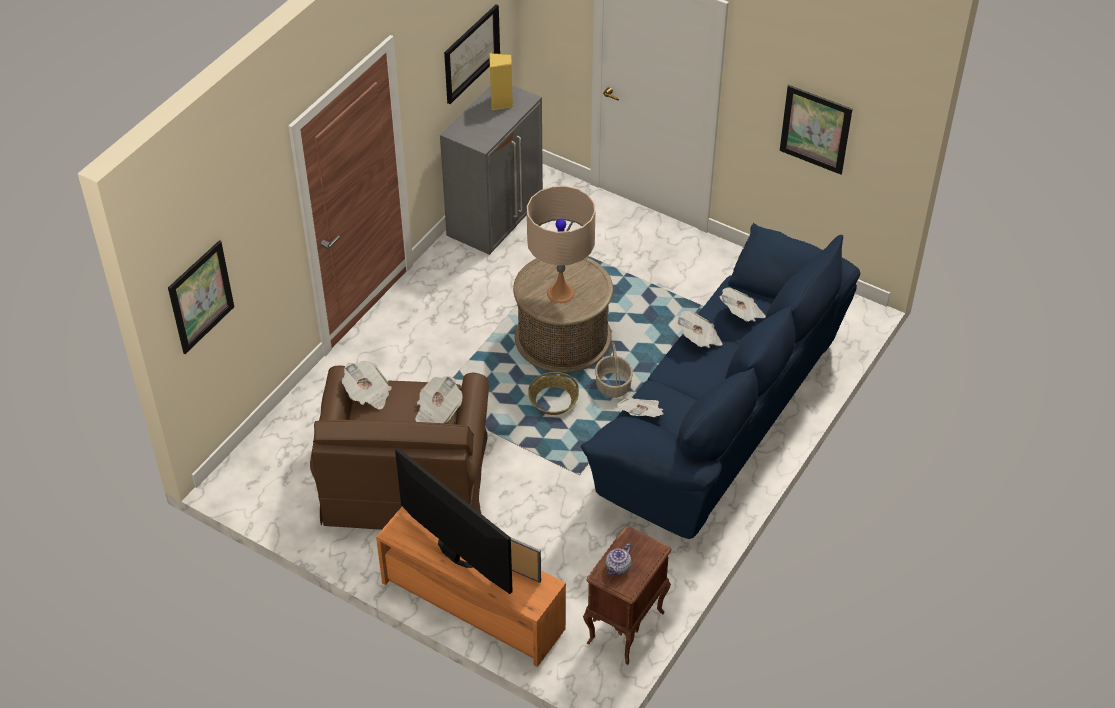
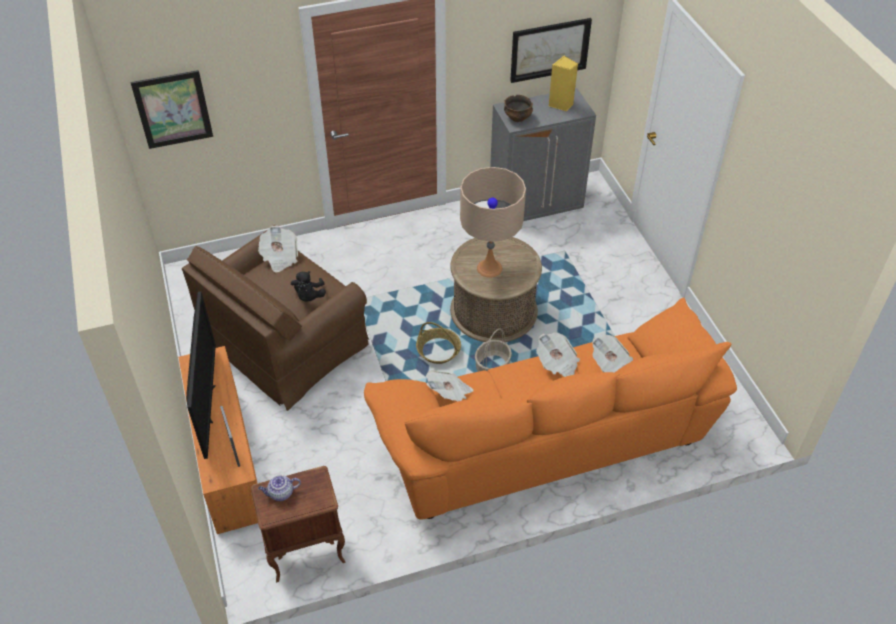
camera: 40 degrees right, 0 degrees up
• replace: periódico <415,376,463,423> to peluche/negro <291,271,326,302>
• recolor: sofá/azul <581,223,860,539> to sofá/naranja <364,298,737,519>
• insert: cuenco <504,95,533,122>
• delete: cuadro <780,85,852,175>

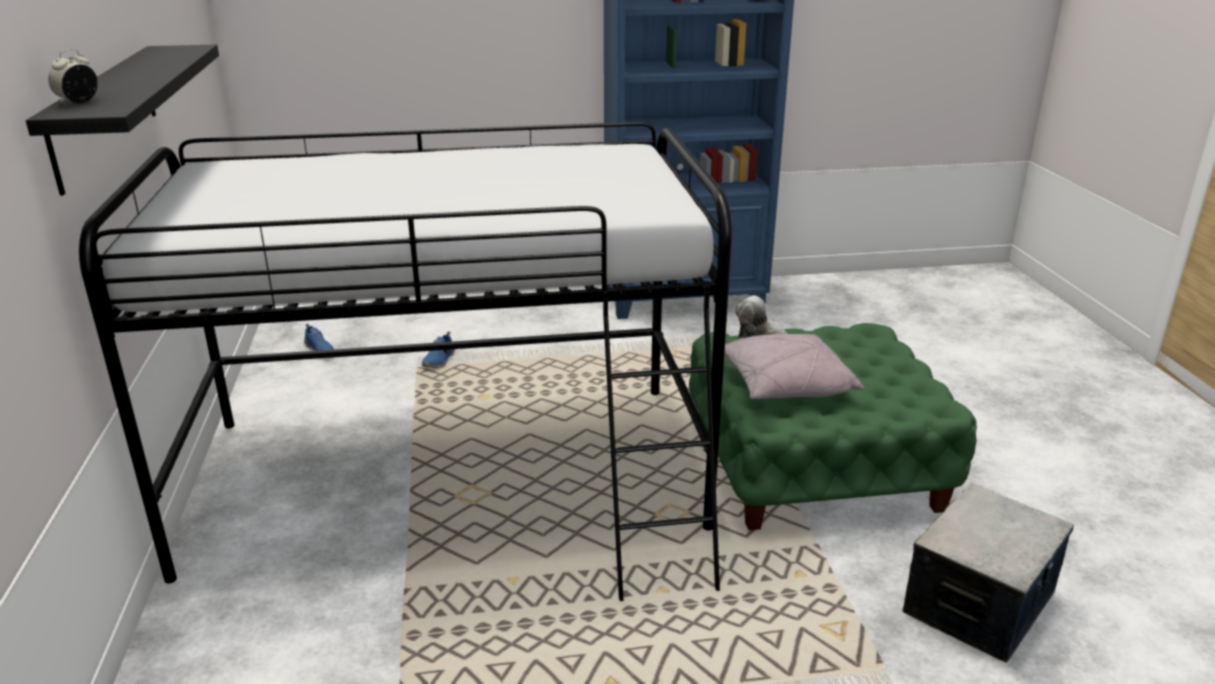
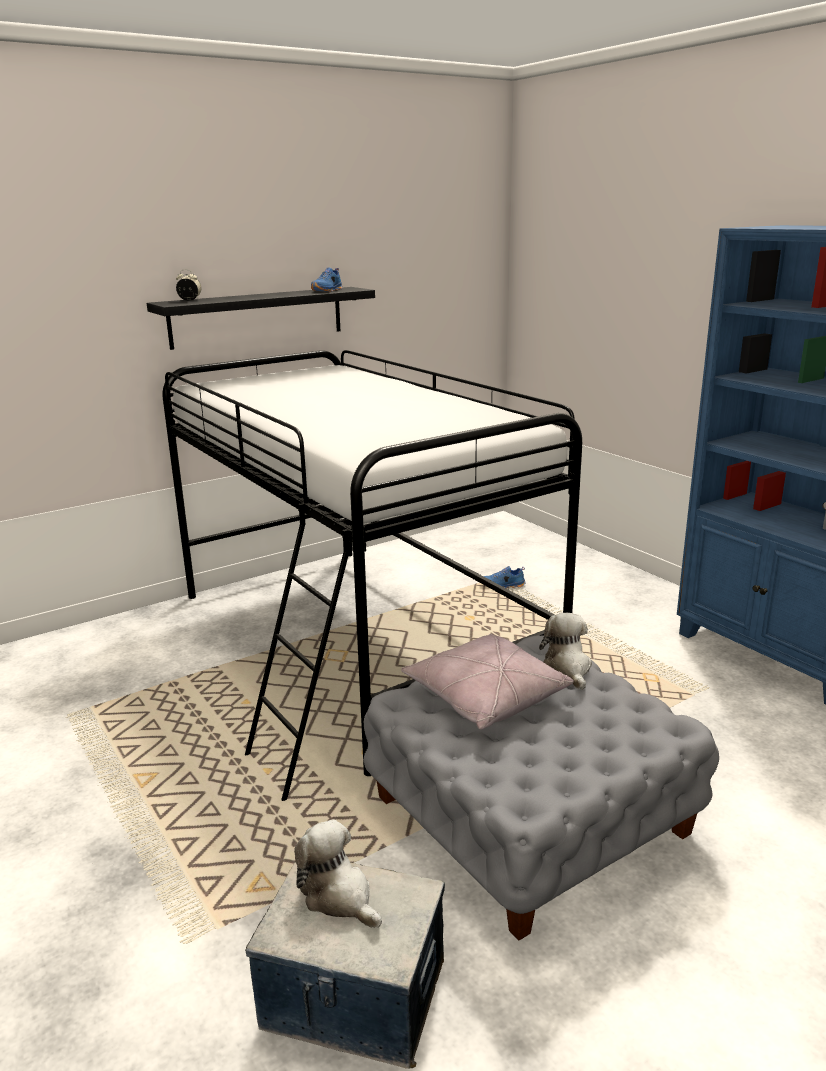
camera: 65 degrees right, 5 degrees down
• insert: peluche <294,819,382,928>
• move: zapato/azul <304,324,334,351> to <311,267,342,292>
• recolor: puf/verde <689,323,977,530> to puf/gris <364,635,719,940>

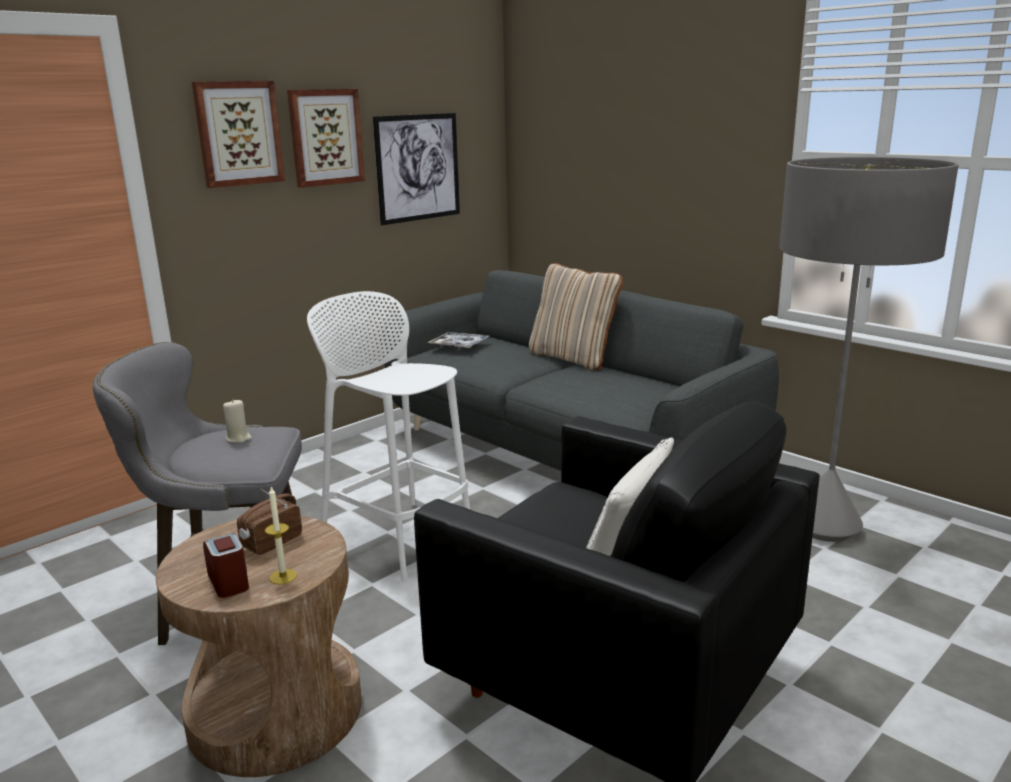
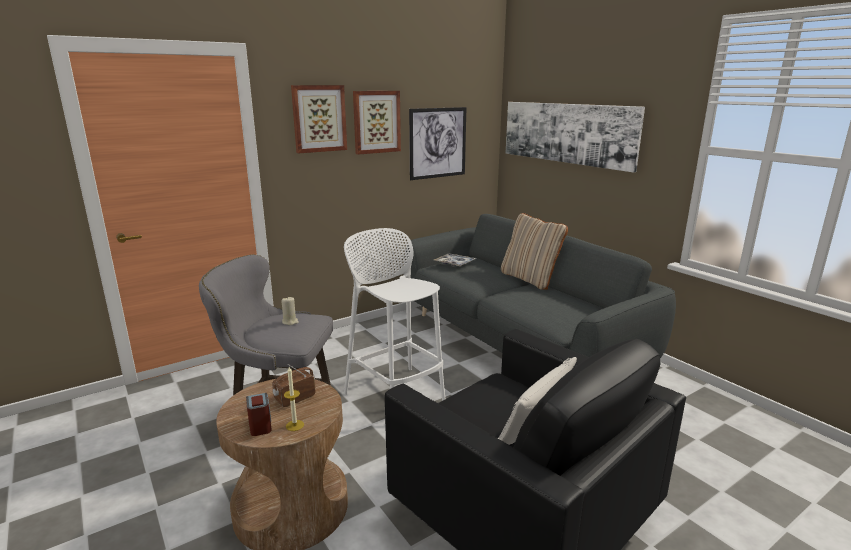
camera: 10 degrees right, 0 degrees up
• insert: cuadro <506,102,645,173>
• delete: lámpara de pie/gris <779,157,958,542>

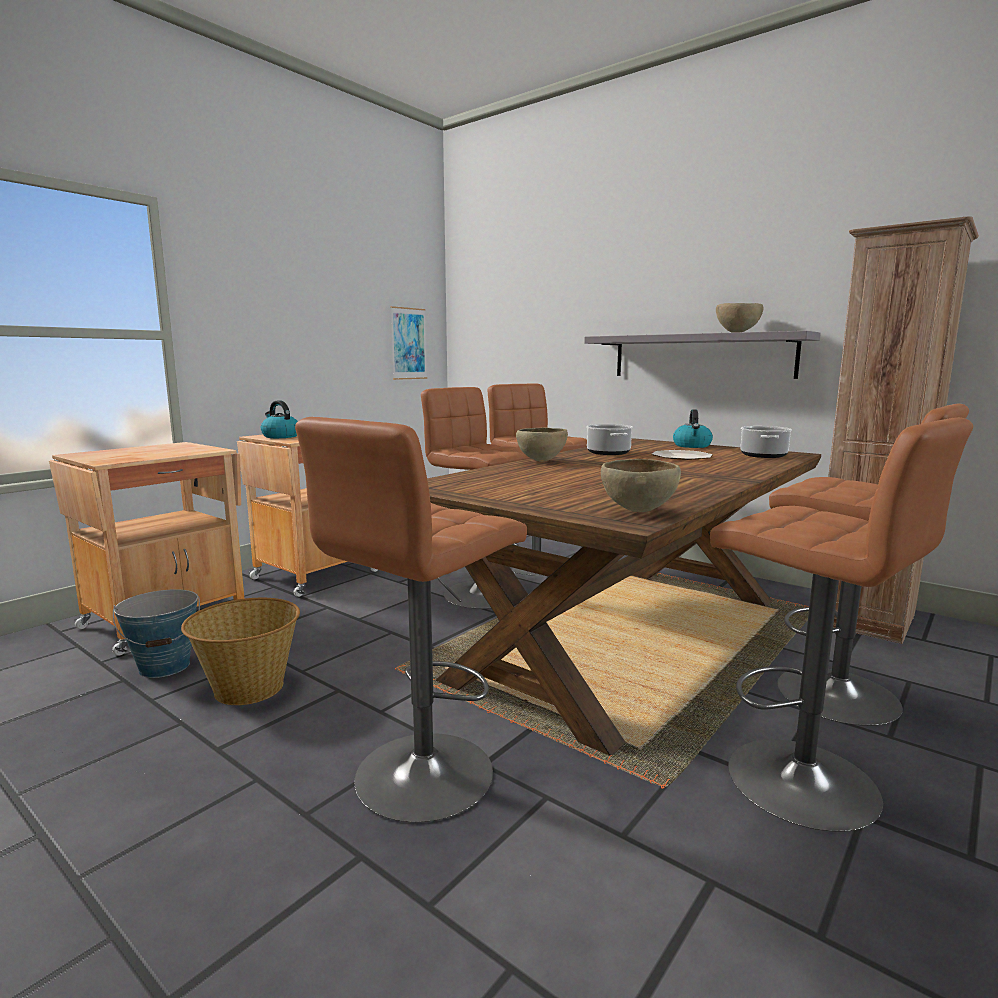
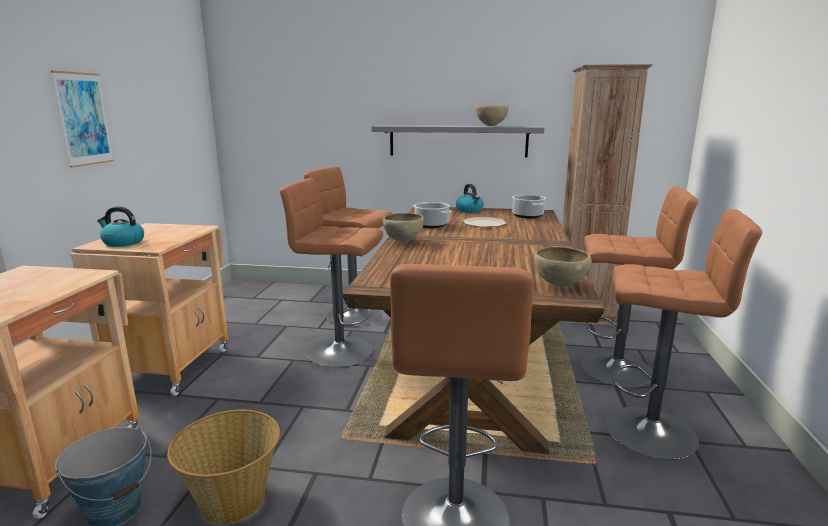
camera: 30 degrees left, 5 degrees up
• move: cuadro <390,306,427,380> to <51,71,114,168>

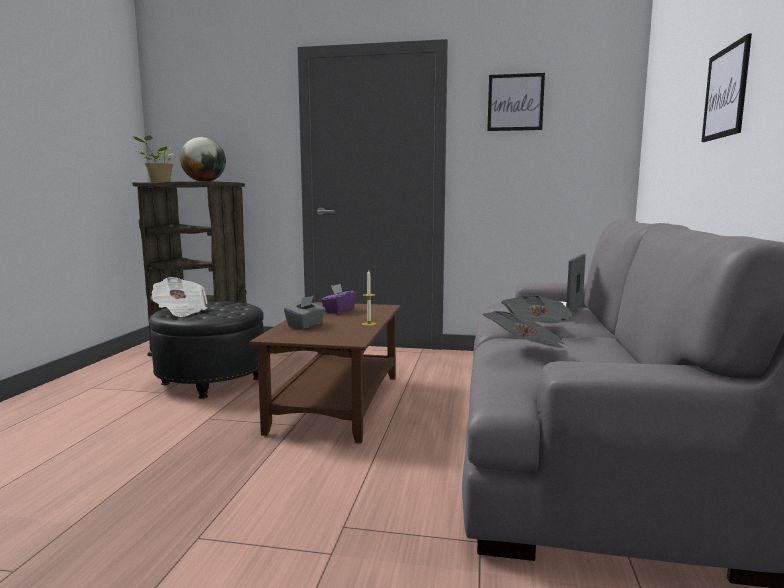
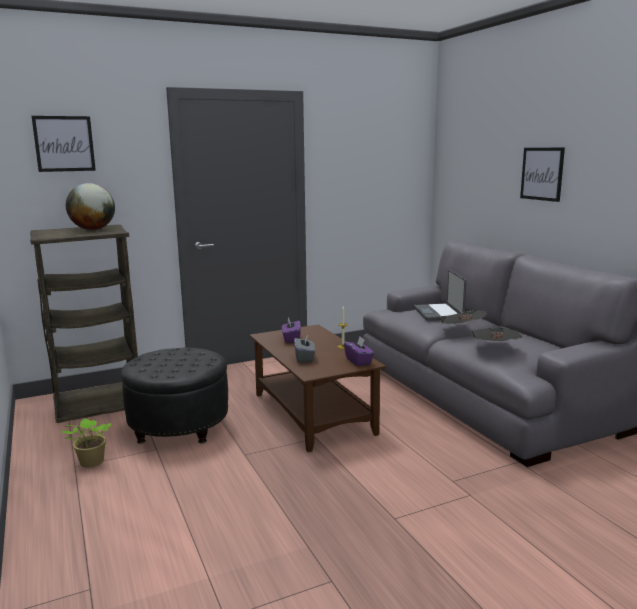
camera: 35 degrees left, 5 degrees up
• move: cuadro <487,73,545,131> to <32,116,96,172>
• move: planta en maceta <133,135,174,182> to <61,419,112,467>
• insert: caja de pañuelos/morado <344,336,374,366>
• delete: periódico <151,277,207,317>

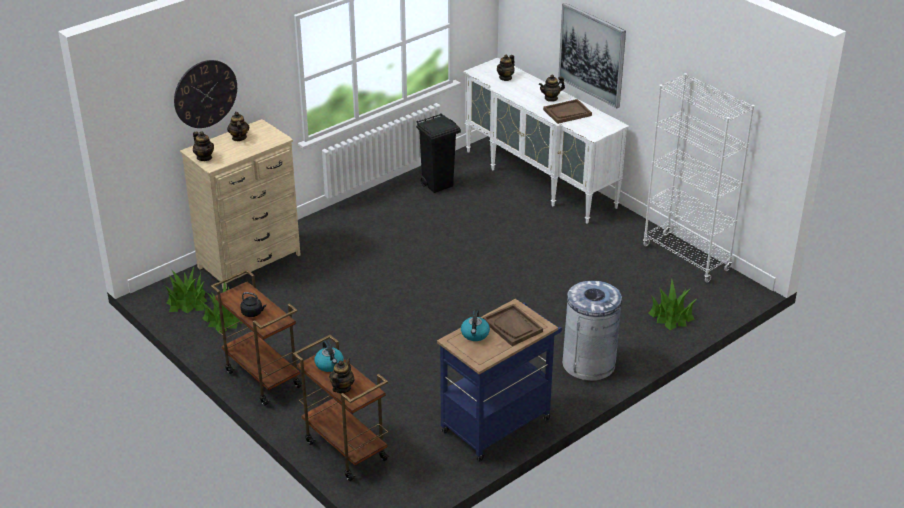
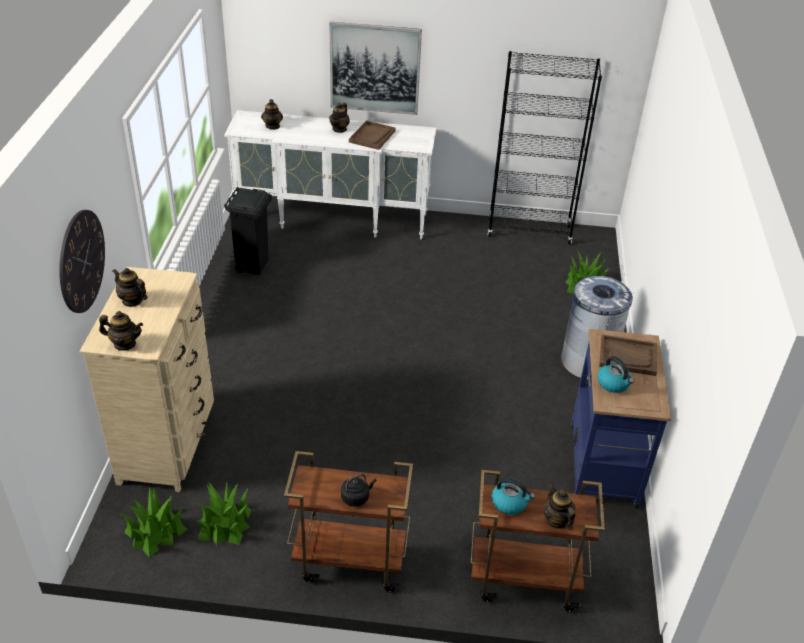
camera: 45 degrees left, 5 degrees up
• recolor: estantería/blanco <643,73,755,283> to estantería/negro <487,51,602,244>

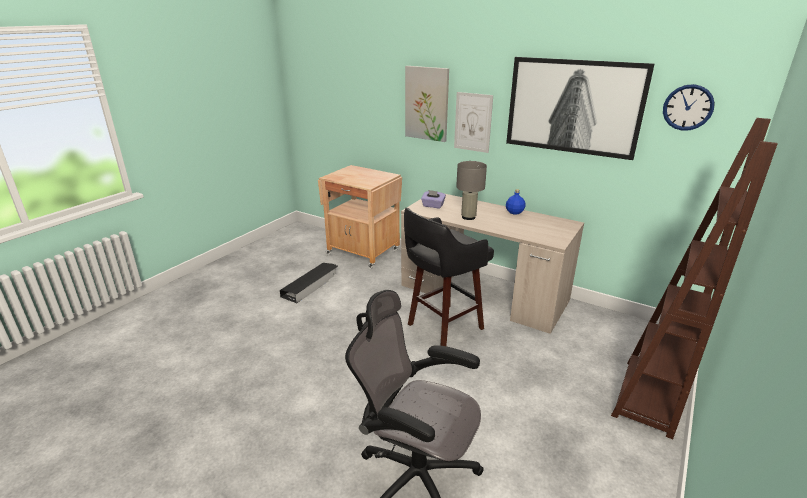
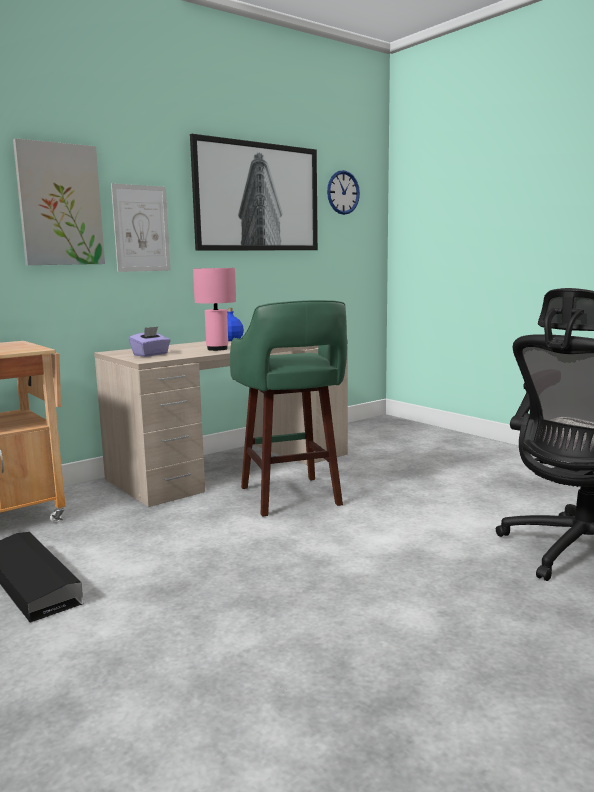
camera: 70 degrees left, 15 degrees down
• recolor: lámpara de mesa/gris <456,161,487,220> to lámpara de mesa/rosa <193,268,236,351>
• recolor: taburete/negro <404,208,494,346> to taburete/verde <230,300,347,517>
• delete: estantería/marrón <611,118,778,439>

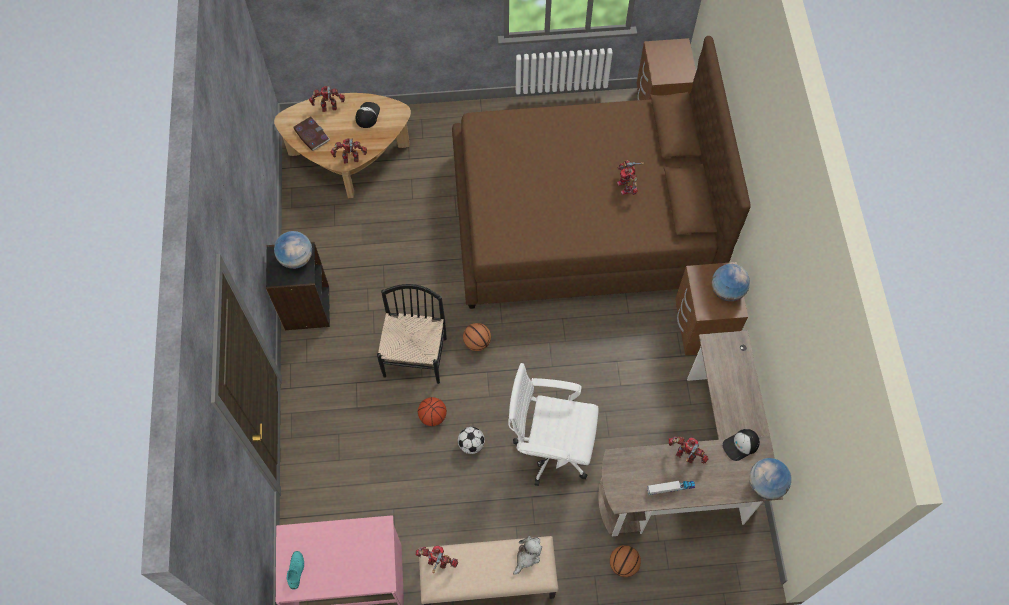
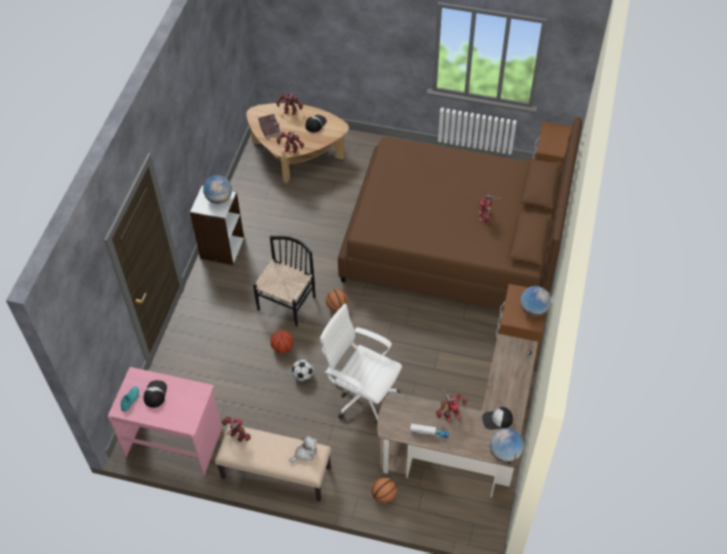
camera: 20 degrees right, 10 degrees down
• insert: gorra <144,380,167,408>
• recolor: estantería/negro <266,242,330,330> to estantería/blanco <190,185,244,265>
• rotate: robot de juguete <669,437,708,464> = <436,389,468,422> 105 degrees clockwise

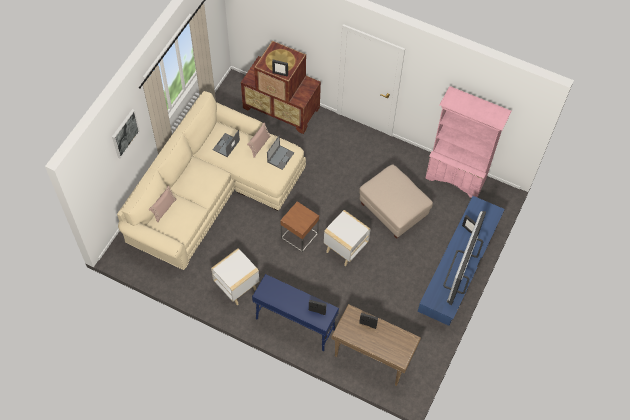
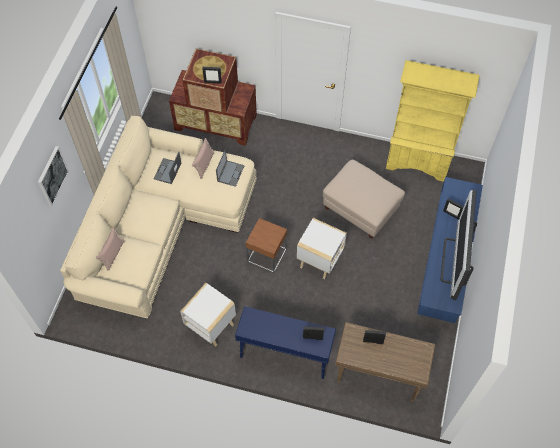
camera: 10 degrees left, 0 degrees up
• recolor: estantería/rosa <425,86,512,198> to estantería/amarillo <386,60,480,182>

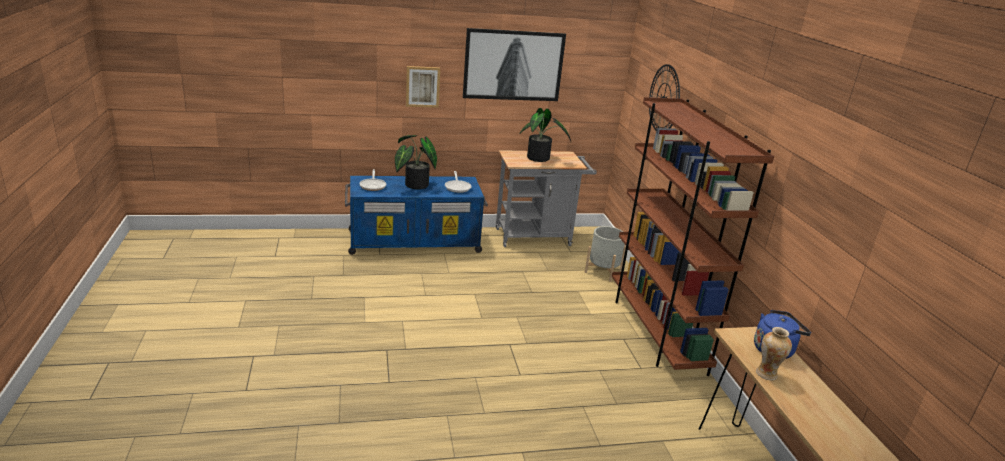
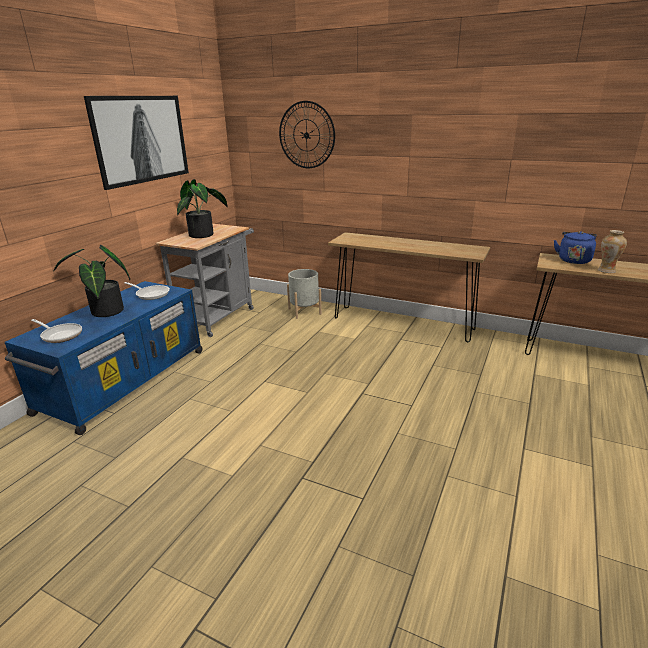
camera: 50 degrees left, 0 degrees up
• replace: estantería/marrón <612,97,774,376> to mesa consola/marrón <328,232,490,343>
• delete: cuadro <406,66,440,108>

